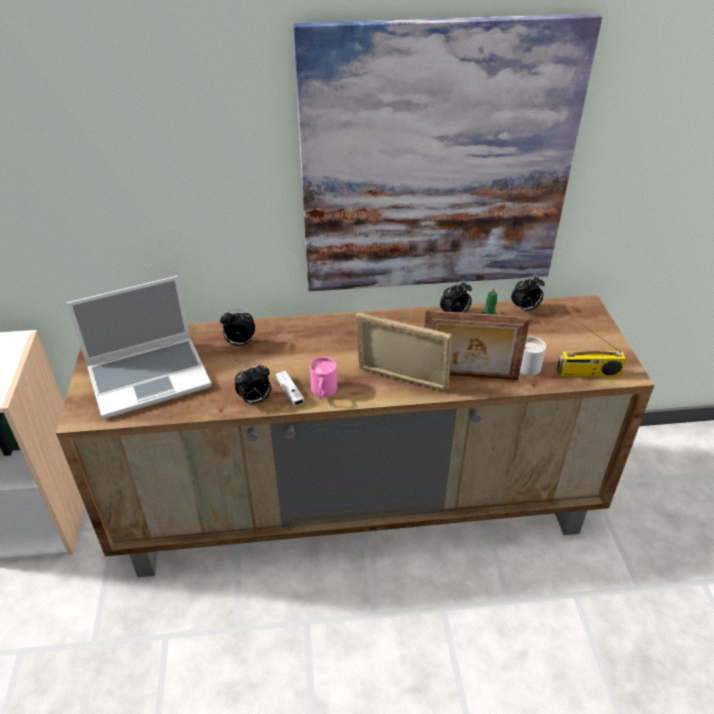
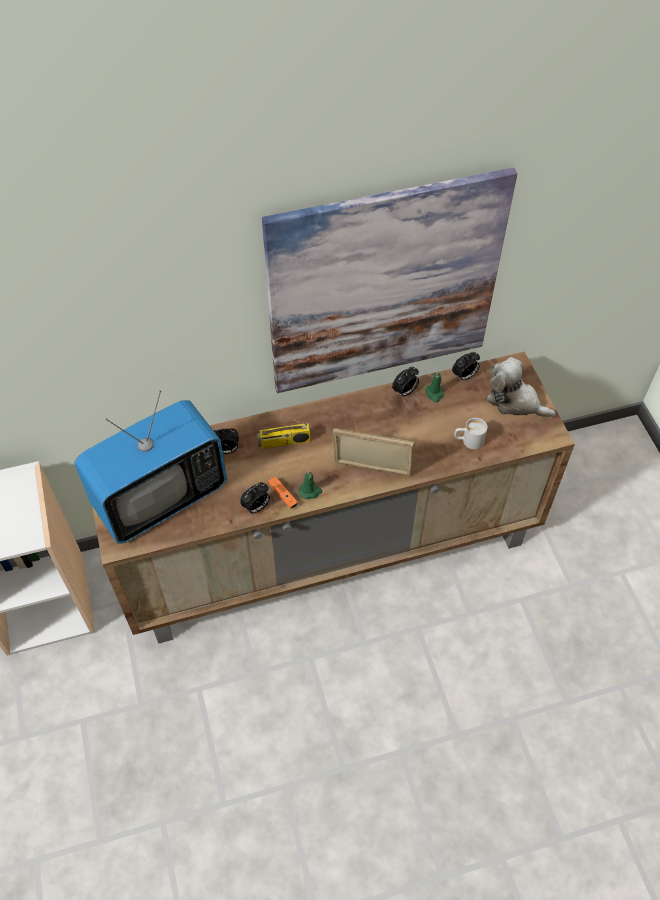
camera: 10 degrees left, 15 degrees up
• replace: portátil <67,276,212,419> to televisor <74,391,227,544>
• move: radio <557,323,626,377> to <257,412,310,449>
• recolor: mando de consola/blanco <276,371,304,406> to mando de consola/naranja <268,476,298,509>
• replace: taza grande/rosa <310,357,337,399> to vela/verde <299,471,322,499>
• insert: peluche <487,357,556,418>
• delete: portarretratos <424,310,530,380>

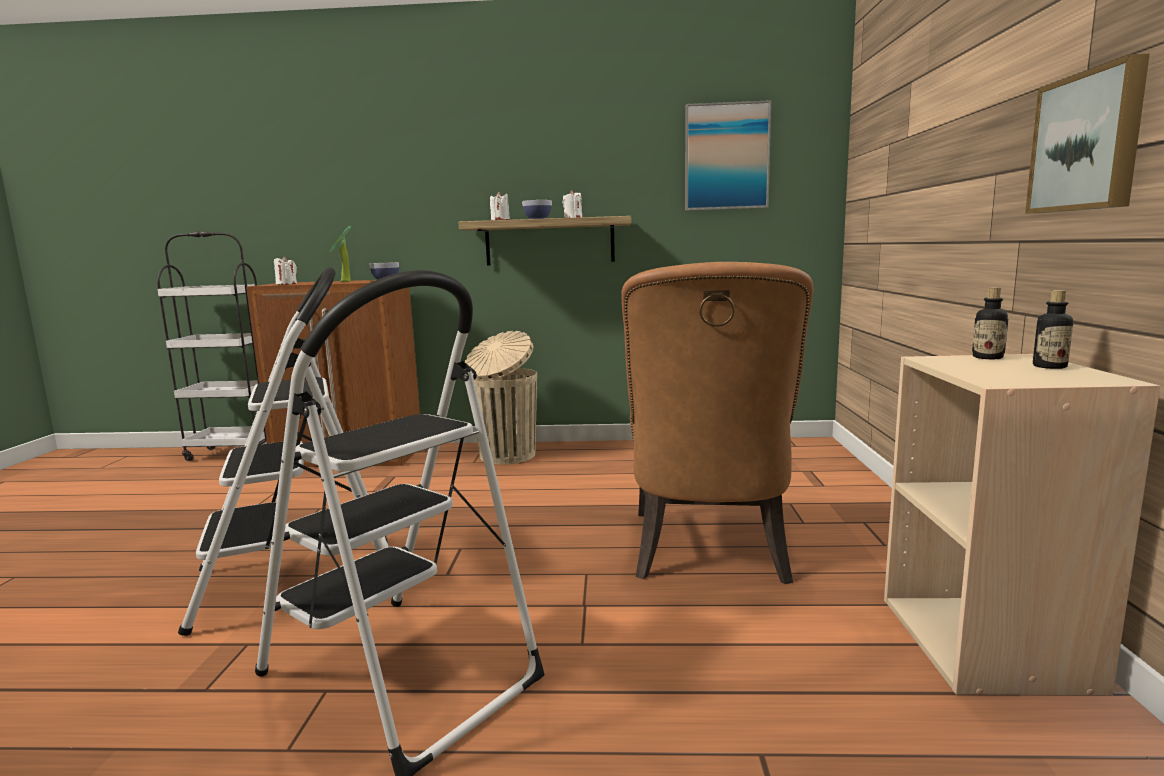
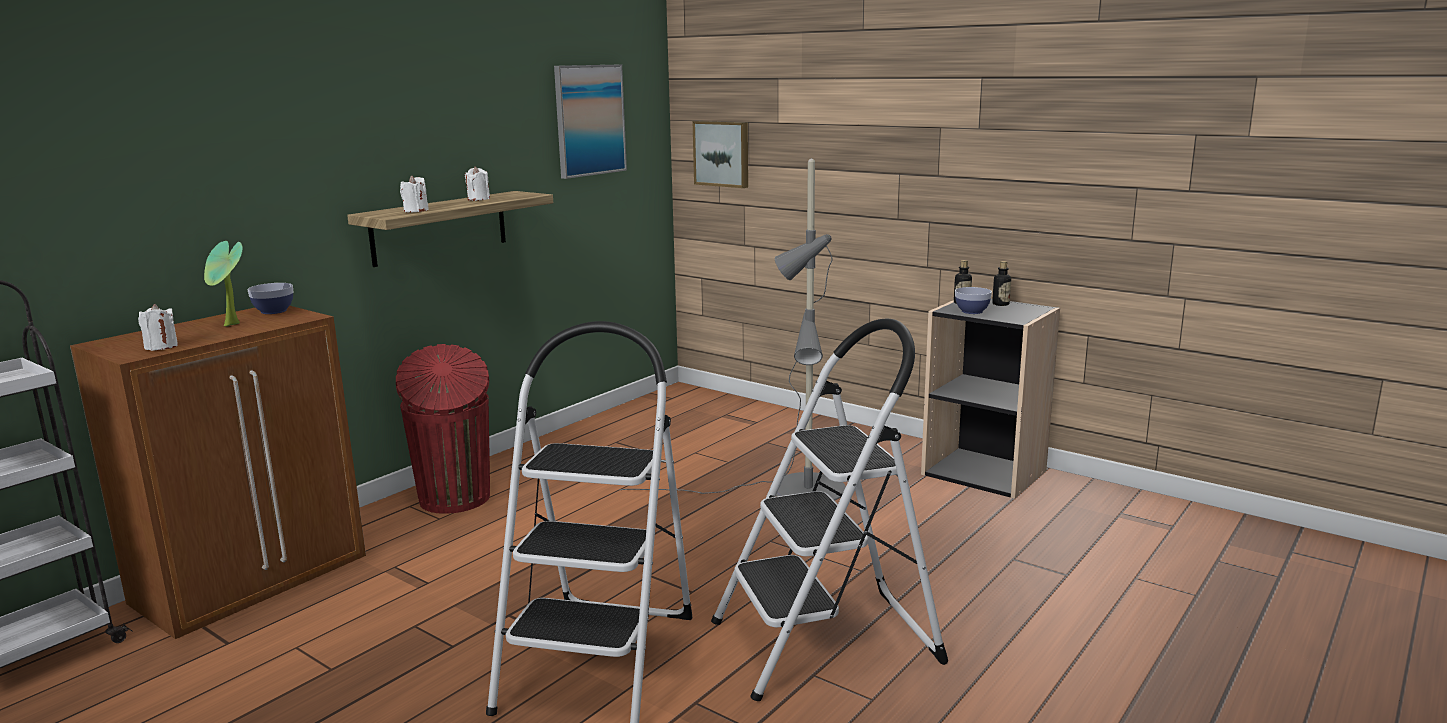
camera: 55 degrees left, 5 degrees up
• recolor: papelera/beis <465,331,537,464> to papelera/rojo <396,344,490,514>
• replace: silla/marrón <621,262,813,584> to lámpara de pie/gris <620,159,846,501>
• move: cuadro <1025,54,1150,214> to <692,121,748,188>
• recolor: estantería/beis <884,354,1160,695> to estantería/negro <921,299,1060,499>
• move: cuenco <522,200,552,219> to <955,287,992,314>

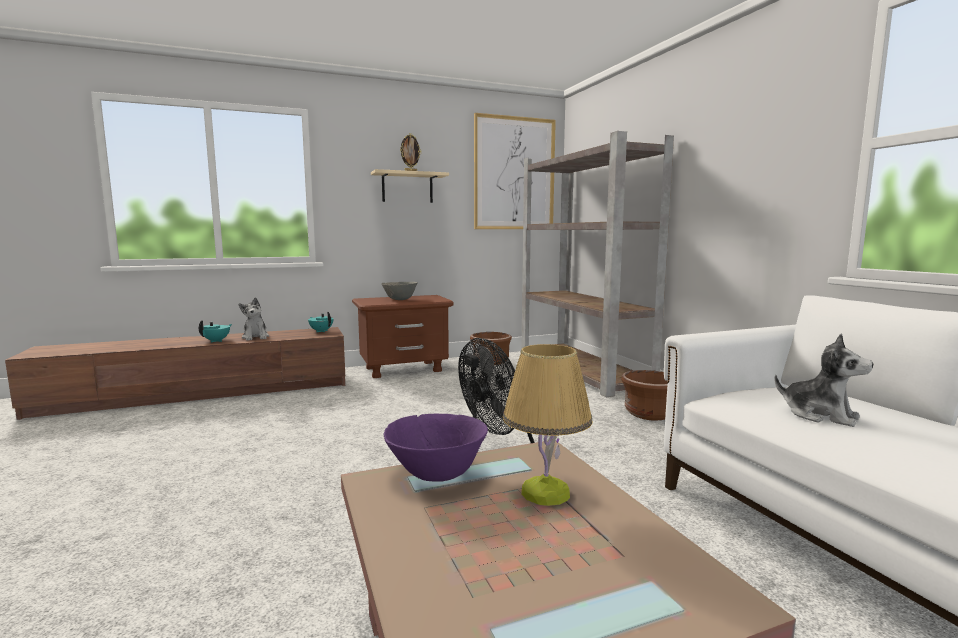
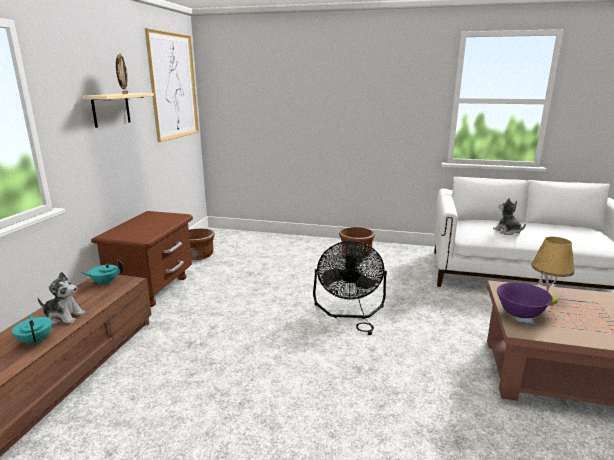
camera: 55 degrees left, 10 degrees up
• rotate: peluche <774,333,873,427> = <493,198,526,235> 105 degrees counterclockwise
• delete: cuenco/gris <381,282,418,300>
• delete: estantería/marrón <521,131,674,397>

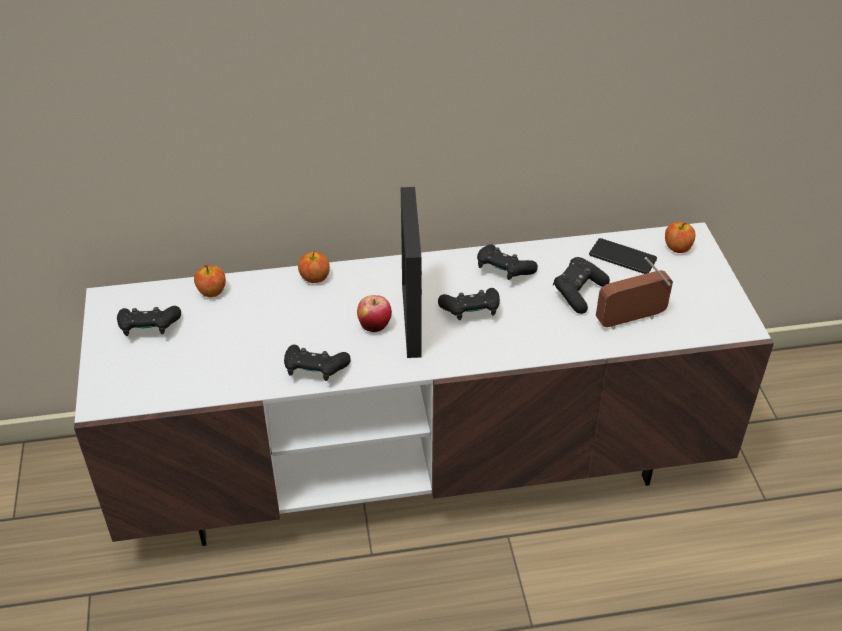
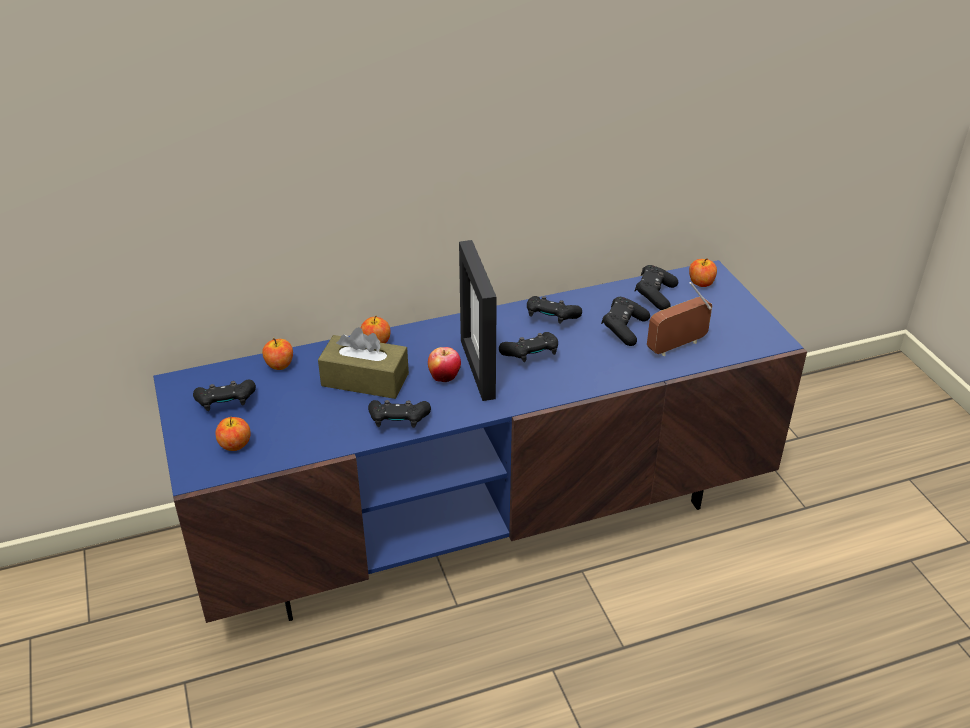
camera: 10 degrees left, 5 degrees down
• recolor: mueble de televisión/blanco <74,222,774,546> to mueble de televisión/azul <153,260,807,623>
• insert: manzana <216,416,251,451>
• insert: caja de pañuelos/marrón <318,327,409,399>
• replace: móvil <589,238,657,274> to mando de consola/negro <634,265,678,310>

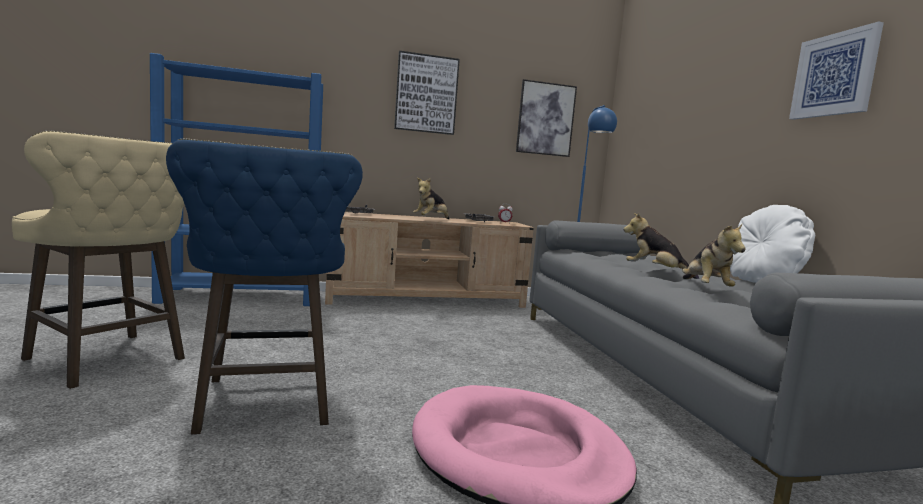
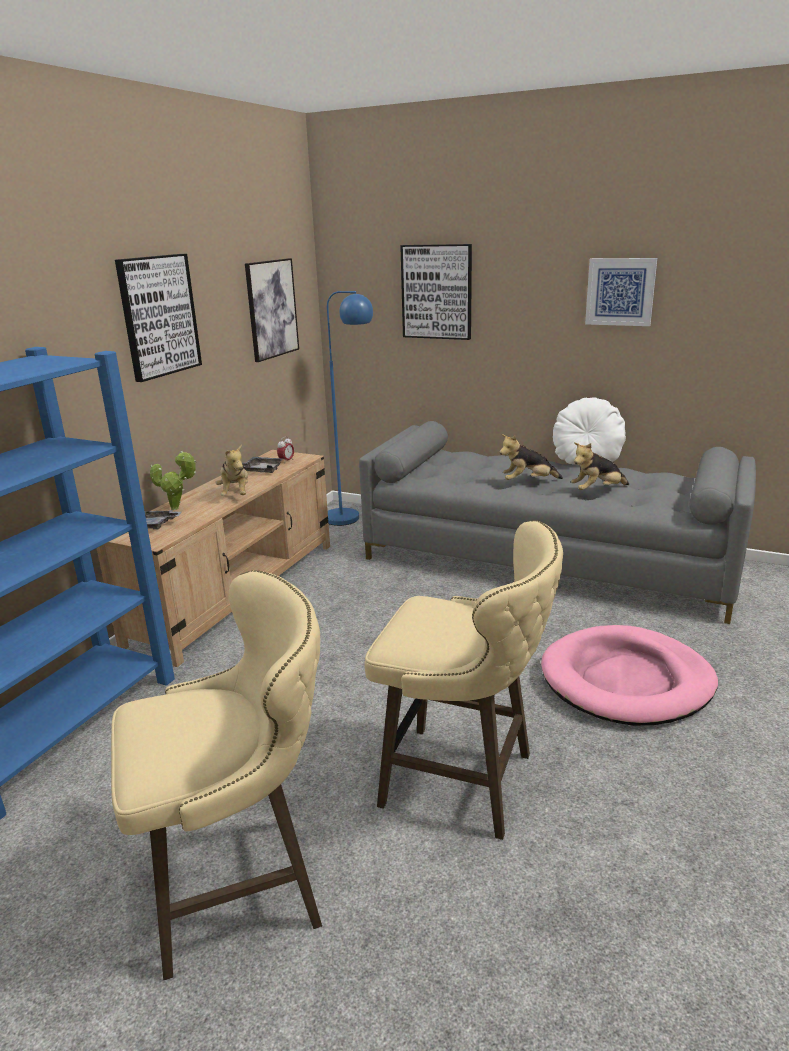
camera: 50 degrees left, 15 degrees up
• insert: planta en maceta <150,451,196,510>
• recolor: taburete/azul <166,139,363,435> to taburete/beis <364,521,563,840>
• insert: cuadro <400,244,472,340>
• rotate: peluche <682,224,745,287> = <571,442,629,490> 120 degrees clockwise

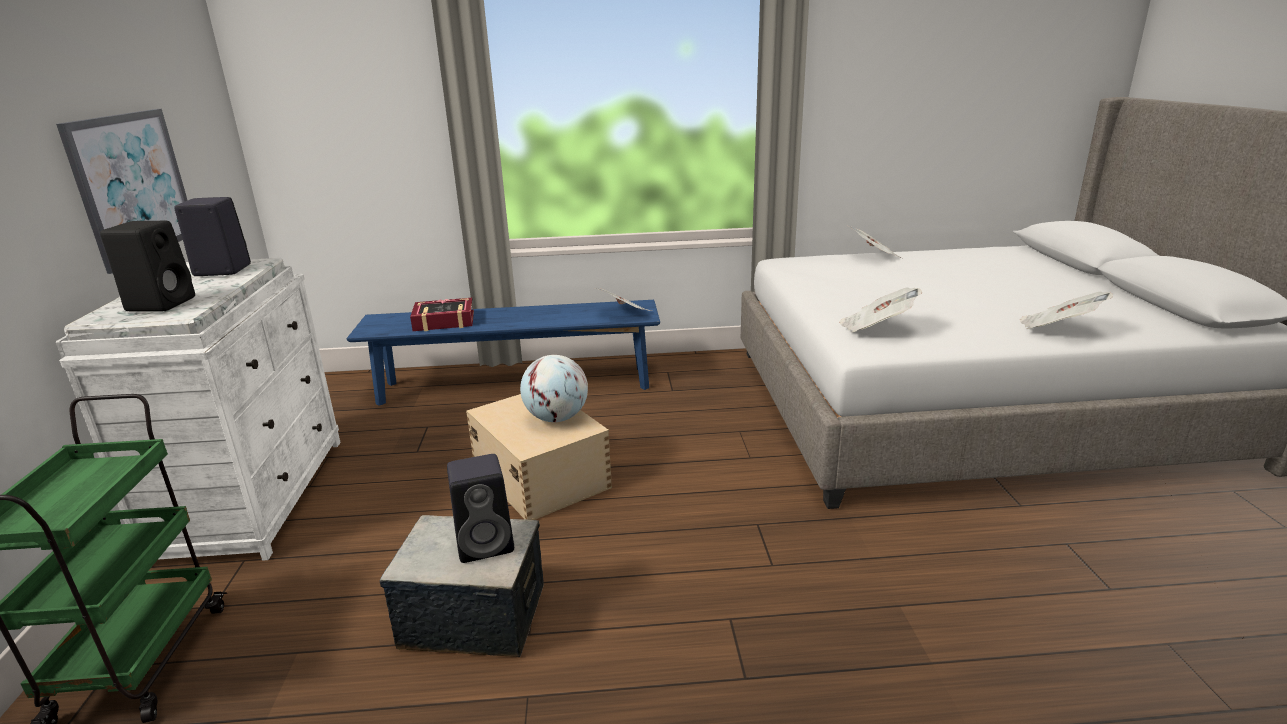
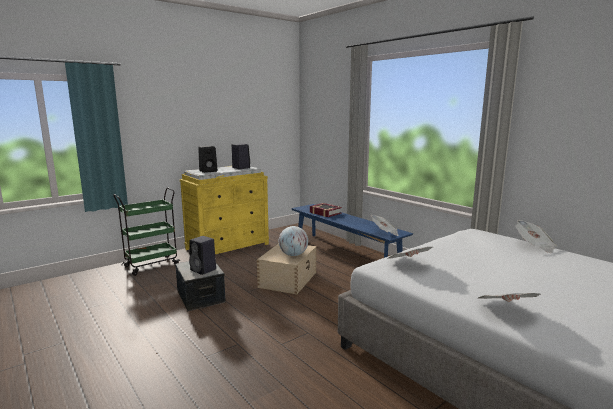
camera: 55 degrees right, 10 degrees down
• recolor: cómoda/blanco <56,258,340,561> to cómoda/amarillo <180,166,269,254>
• delete: cuadro <56,109,188,274>

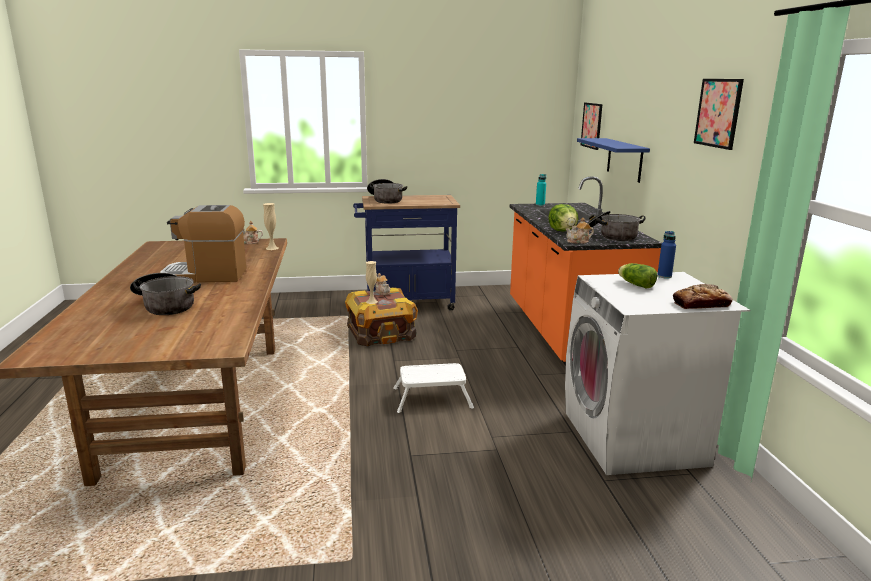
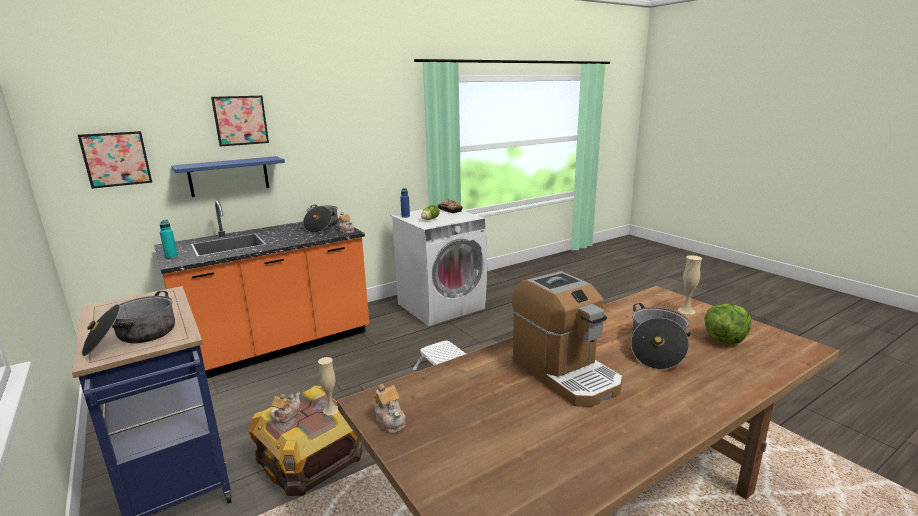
camera: 115 degrees left, 0 degrees up
• move: cuadro <694,79,744,150> to <211,96,269,147>
• move: florero/beis <263,203,279,250> to <678,255,702,314>
• move: lechuga <549,204,578,231> to <704,304,751,344>

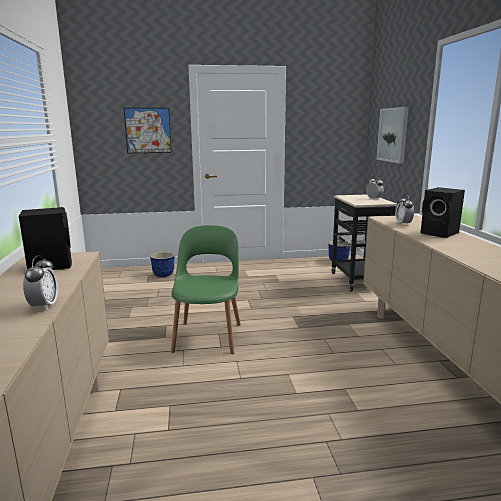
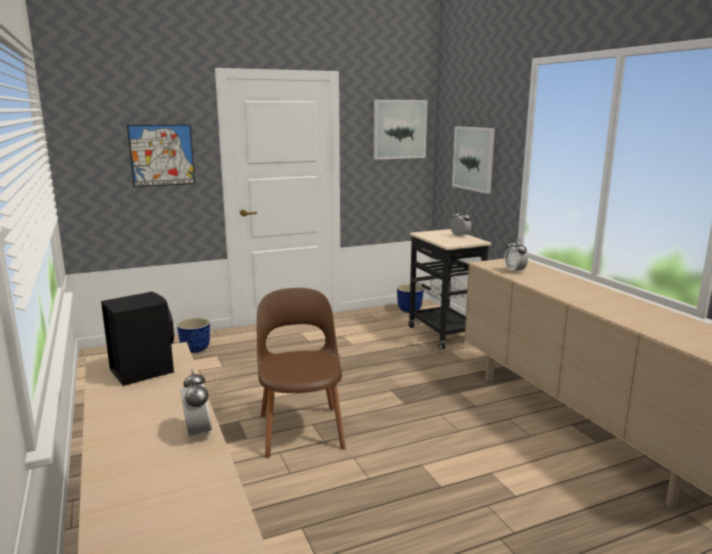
camera: 15 degrees left, 0 degrees up
• recolor: silla/verde <171,225,241,354> to silla/marrón <257,288,346,458>
• insert: cuadro <374,100,428,160>
• delete: altavoz/negro <420,187,465,238>

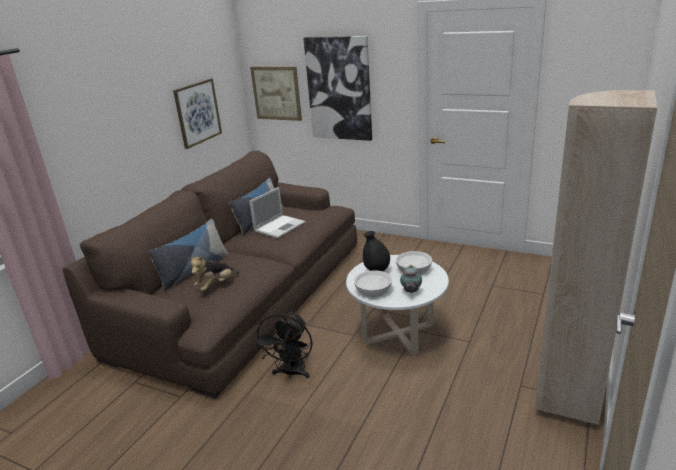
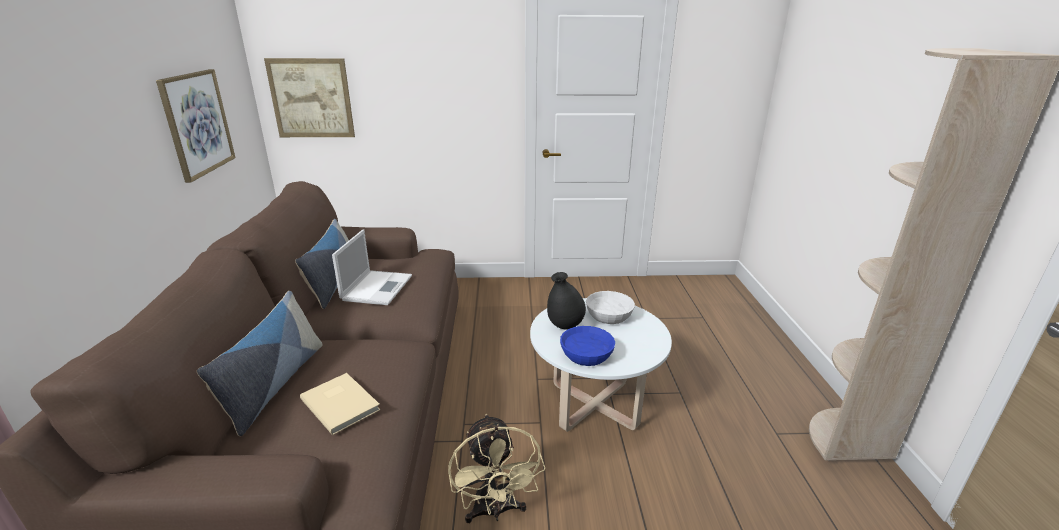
camera: 30 degrees left, 0 degrees up
• replace: peluche <188,256,239,291> to libro/beis <300,373,381,435>
• recolor: ventilador/negro <254,311,313,379> to ventilador/beis <448,414,546,523>
• recolor: cuenco/blanco <354,270,392,297> to cuenco/azul <560,326,615,366>
• delete: cuadro <303,36,372,141>
• delete: tetera <400,265,422,293>

